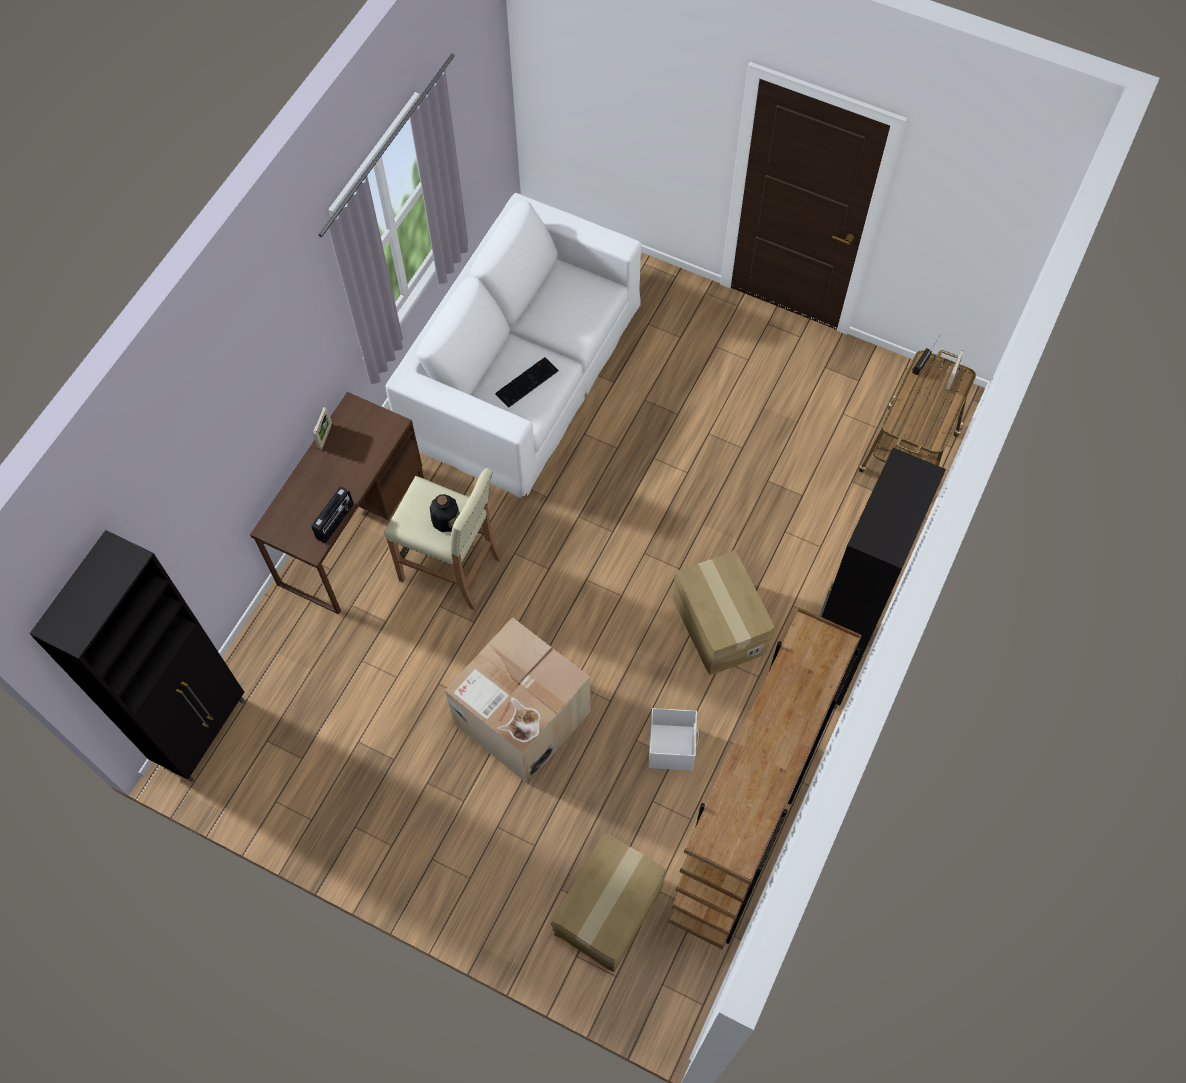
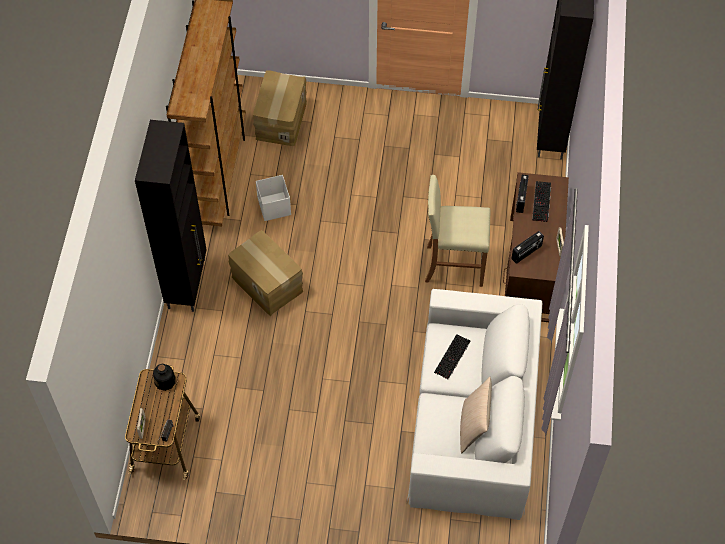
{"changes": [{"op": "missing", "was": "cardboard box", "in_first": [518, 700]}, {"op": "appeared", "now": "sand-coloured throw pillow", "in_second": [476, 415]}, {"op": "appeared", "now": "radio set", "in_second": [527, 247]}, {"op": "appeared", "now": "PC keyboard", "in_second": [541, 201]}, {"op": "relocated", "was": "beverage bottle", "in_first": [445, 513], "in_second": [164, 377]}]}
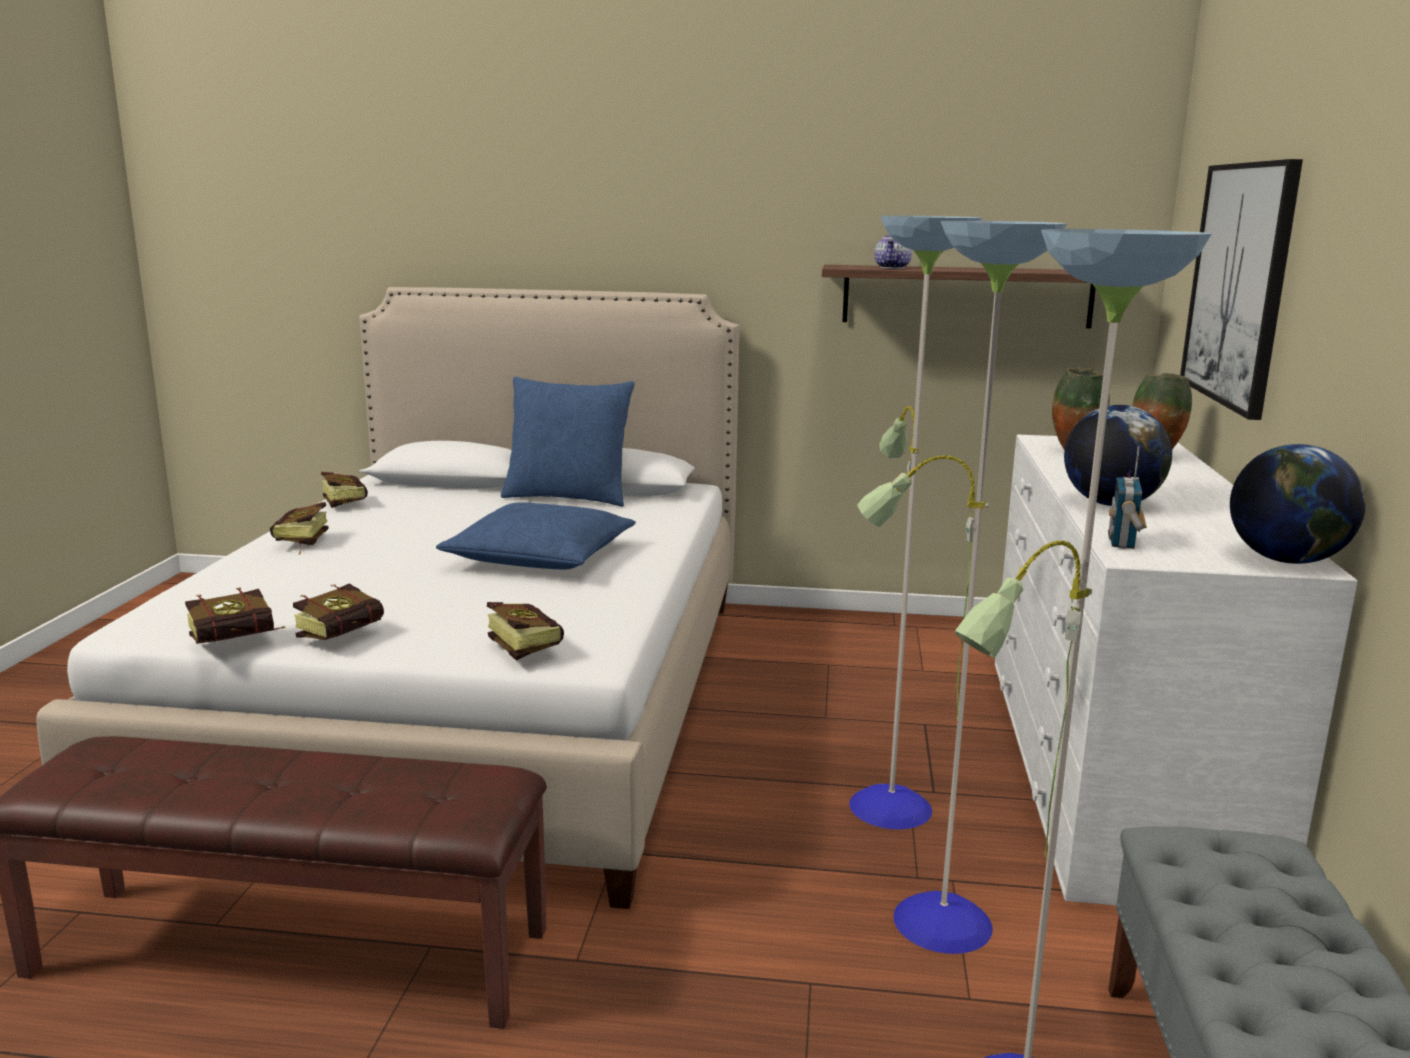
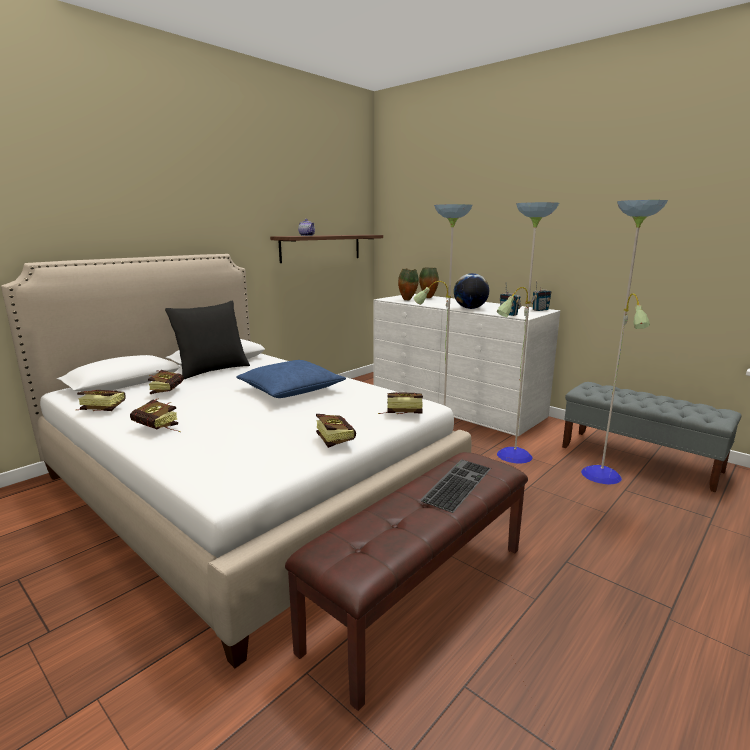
{"changes": [{"op": "missing", "was": "picture", "in_first": [1241, 289]}, {"op": "appeared", "now": "PC keyboard", "in_second": [455, 486]}, {"op": "relocated", "was": "book", "in_first": [235, 616], "in_second": [166, 382]}, {"op": "exchanged", "was": "world globe", "now": "radio set", "in_first": [1298, 504], "in_second": [540, 296]}, {"op": "colour", "was": "blue throw pillow", "now": "black throw pillow", "in_first": [568, 442], "in_second": [207, 339]}]}
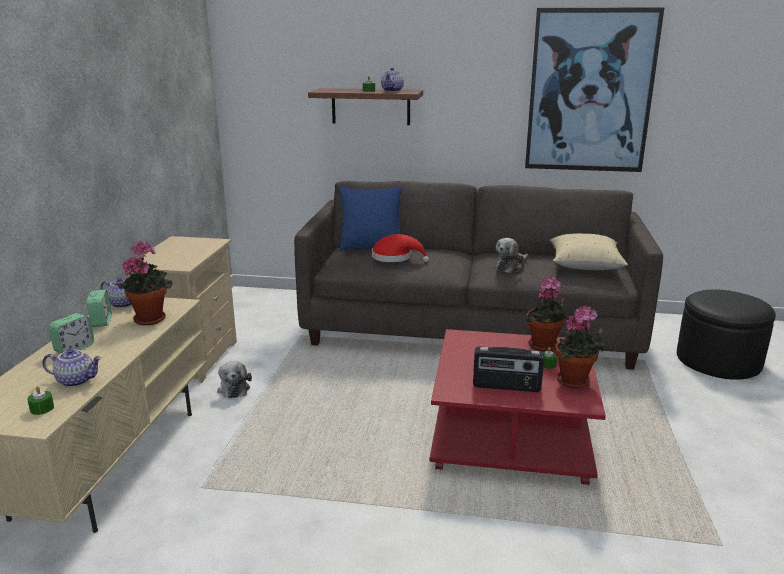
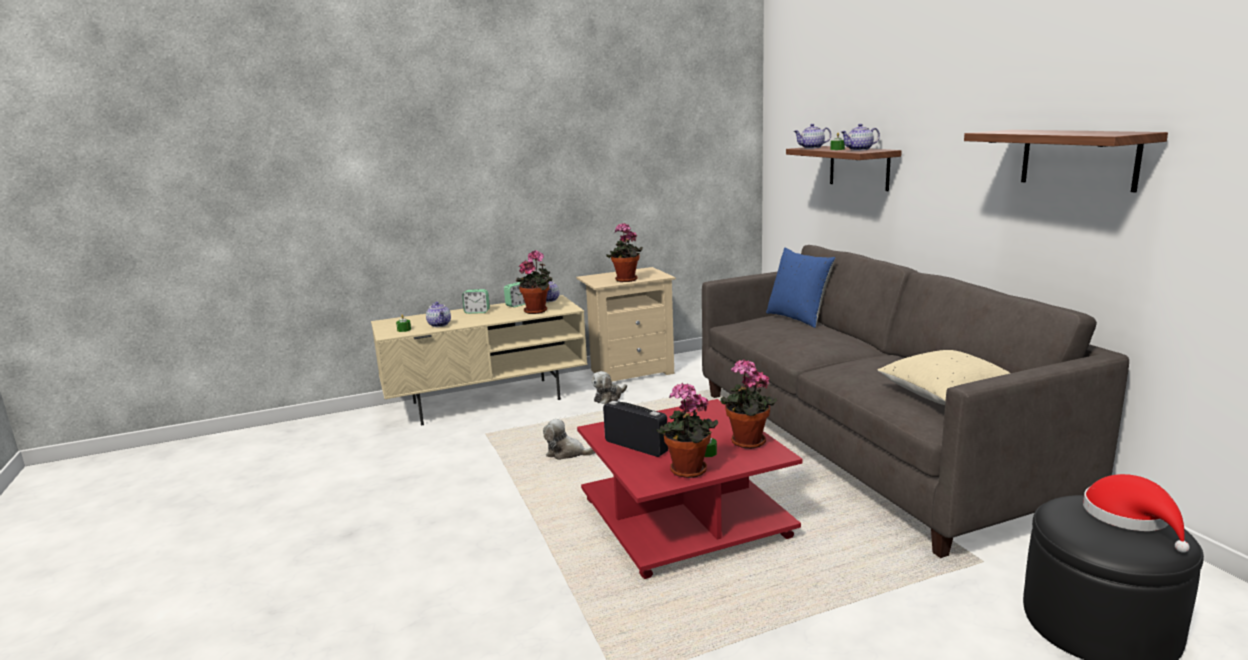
{"changes": [{"op": "appeared", "now": "plant in a pot", "in_second": [625, 252]}, {"op": "appeared", "now": "tea pot", "in_second": [812, 136]}, {"op": "relocated", "was": "red hat", "in_first": [400, 248], "in_second": [1136, 513]}, {"op": "relocated", "was": "soft toy", "in_first": [512, 255], "in_second": [569, 439]}, {"op": "exchanged", "was": "picture", "now": "bracket shelf", "in_first": [595, 89], "in_second": [1066, 161]}, {"op": "spun", "was": "radio set", "in_first": [508, 369], "in_second": [635, 428], "clockwise": 150}]}
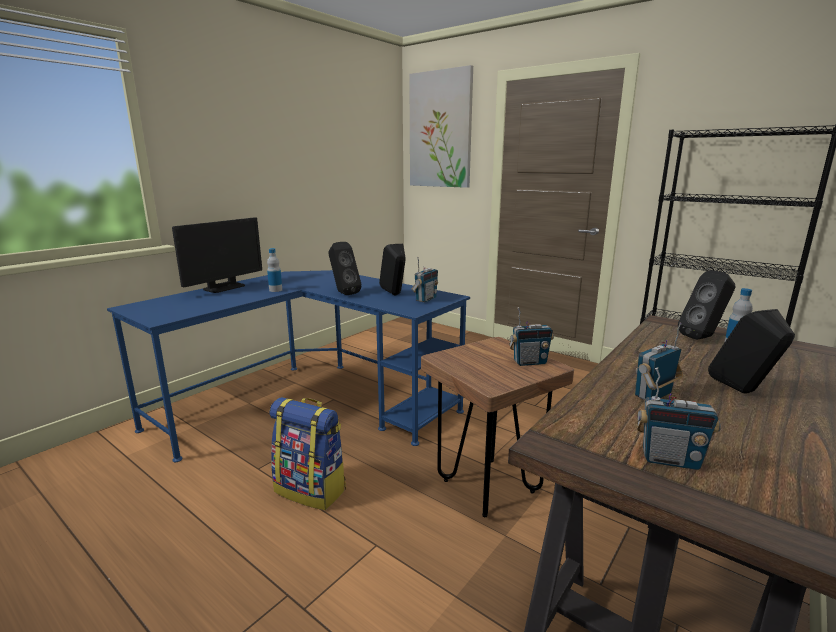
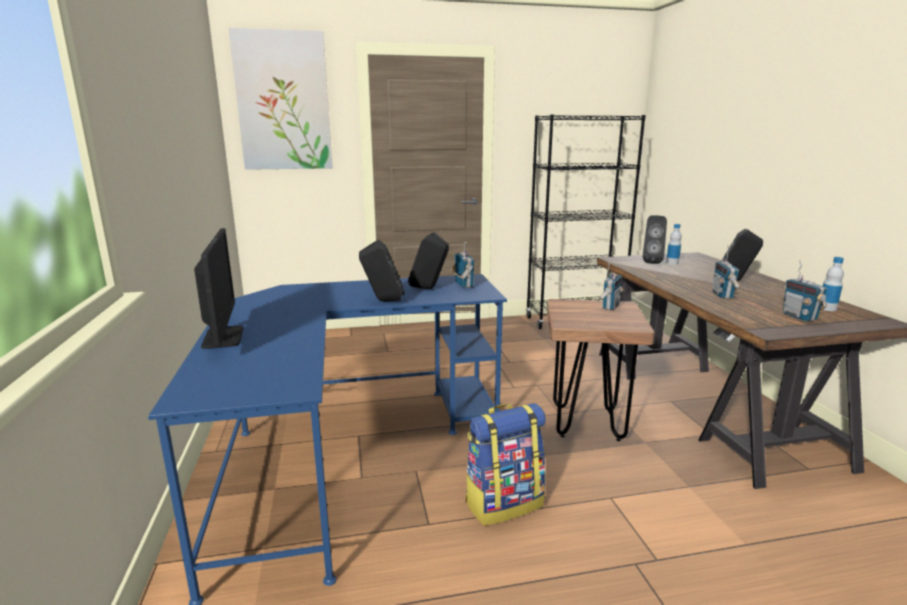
{"changes": [{"op": "relocated", "was": "beverage bottle", "in_first": [274, 270], "in_second": [833, 284]}, {"op": "spun", "was": "radio set", "in_first": [679, 418], "in_second": [805, 291], "clockwise": 105}]}
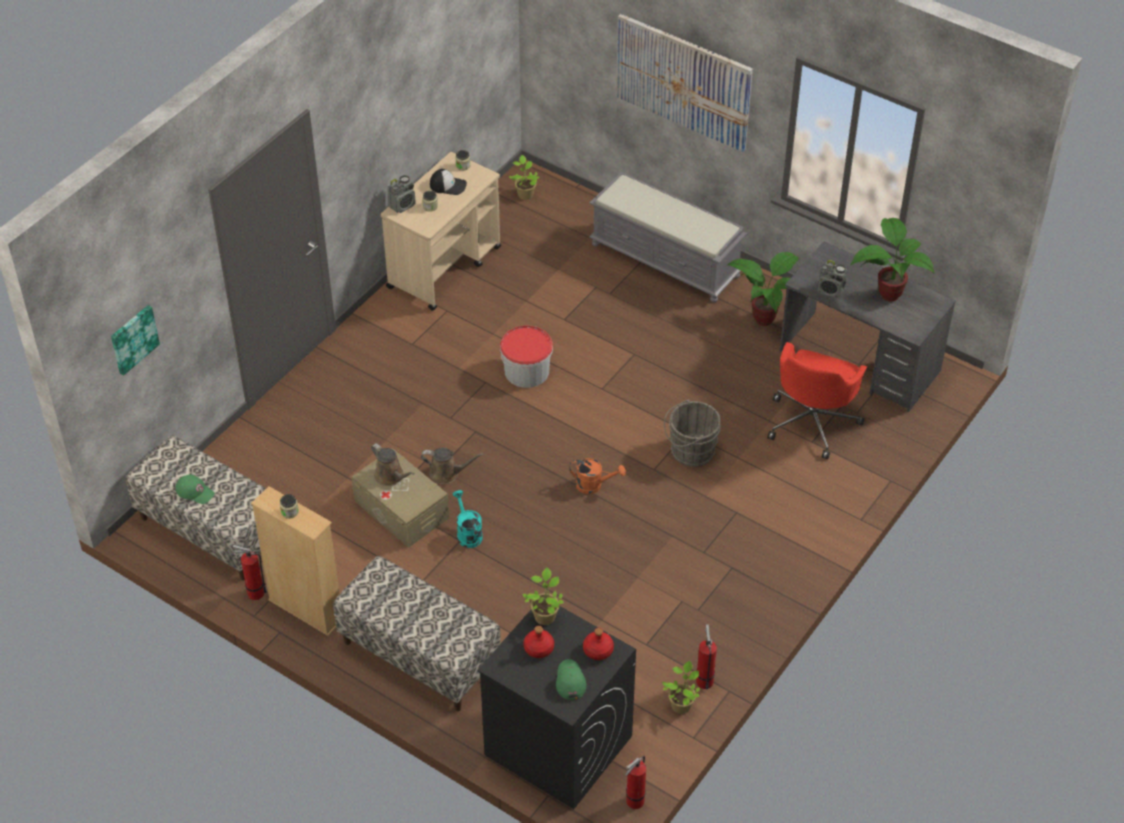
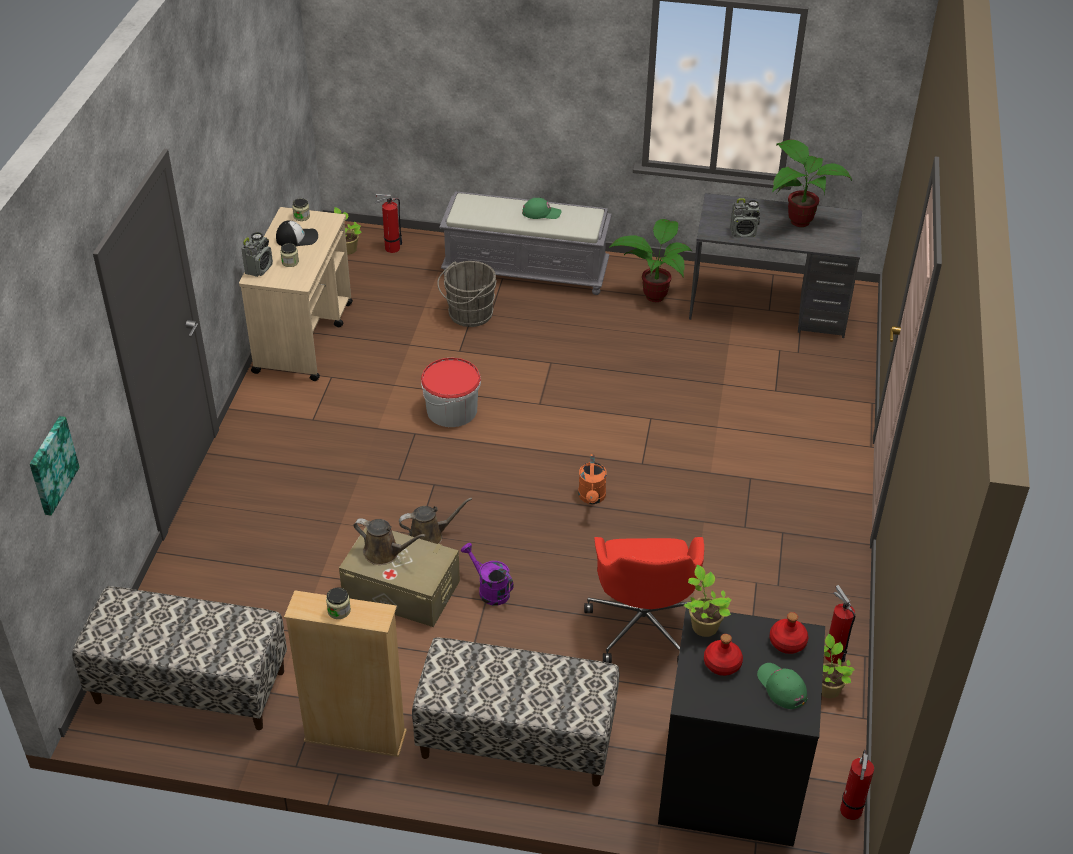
{"changes": [{"op": "missing", "was": "picture", "in_first": [684, 83]}, {"op": "relocated", "was": "green cap", "in_first": [195, 489], "in_second": [542, 208]}, {"op": "relocated", "was": "fire-fighting cylinder", "in_first": [249, 572], "in_second": [388, 223]}, {"op": "relocated", "was": "greyish pail", "in_first": [692, 433], "in_second": [466, 294]}, {"op": "relocated", "was": "red office chair", "in_first": [817, 401], "in_second": [644, 600]}, {"op": "colour", "was": "turquoise watering can", "now": "purplish watering can", "in_first": [467, 519], "in_second": [487, 574]}, {"op": "spun", "was": "orange-coloured watering can", "in_first": [597, 476], "in_second": [592, 479], "clockwise": 105}]}
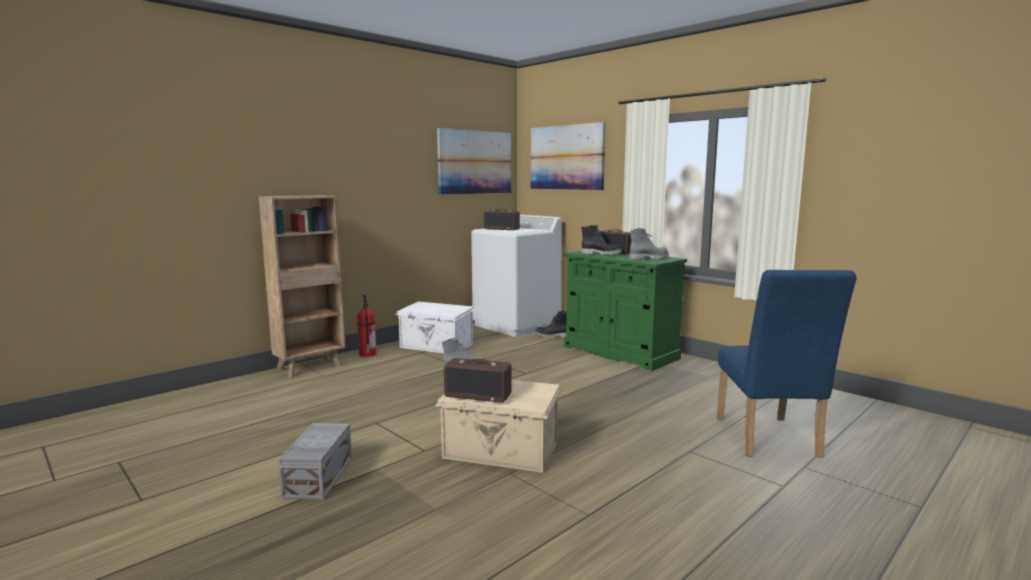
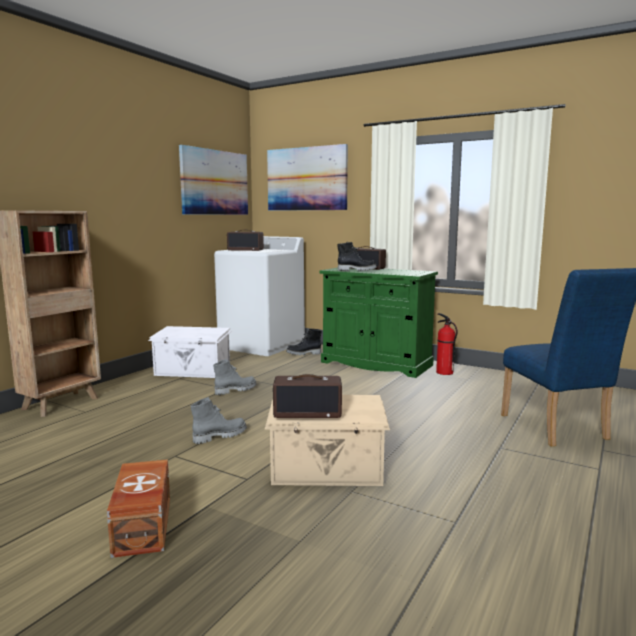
{"changes": [{"op": "relocated", "was": "fire-fighting cylinder", "in_first": [366, 326], "in_second": [446, 344]}, {"op": "relocated", "was": "greyish tall boot", "in_first": [648, 244], "in_second": [219, 420]}, {"op": "colour", "was": "greyish storage box", "now": "brown-coloured storage box", "in_first": [315, 461], "in_second": [138, 508]}]}
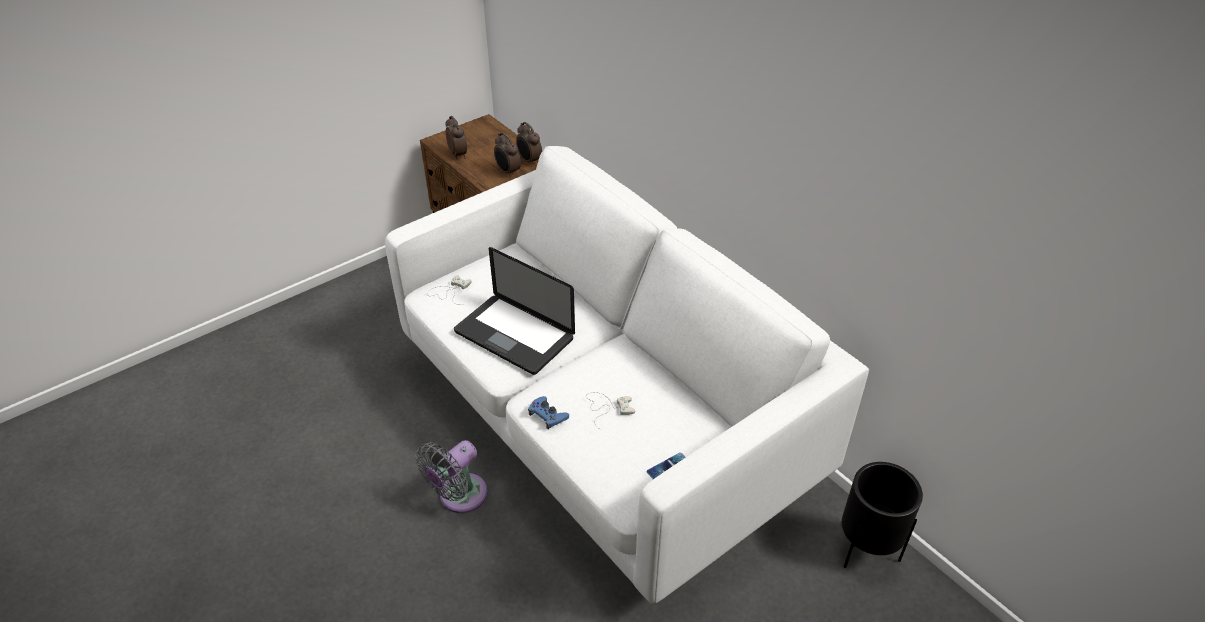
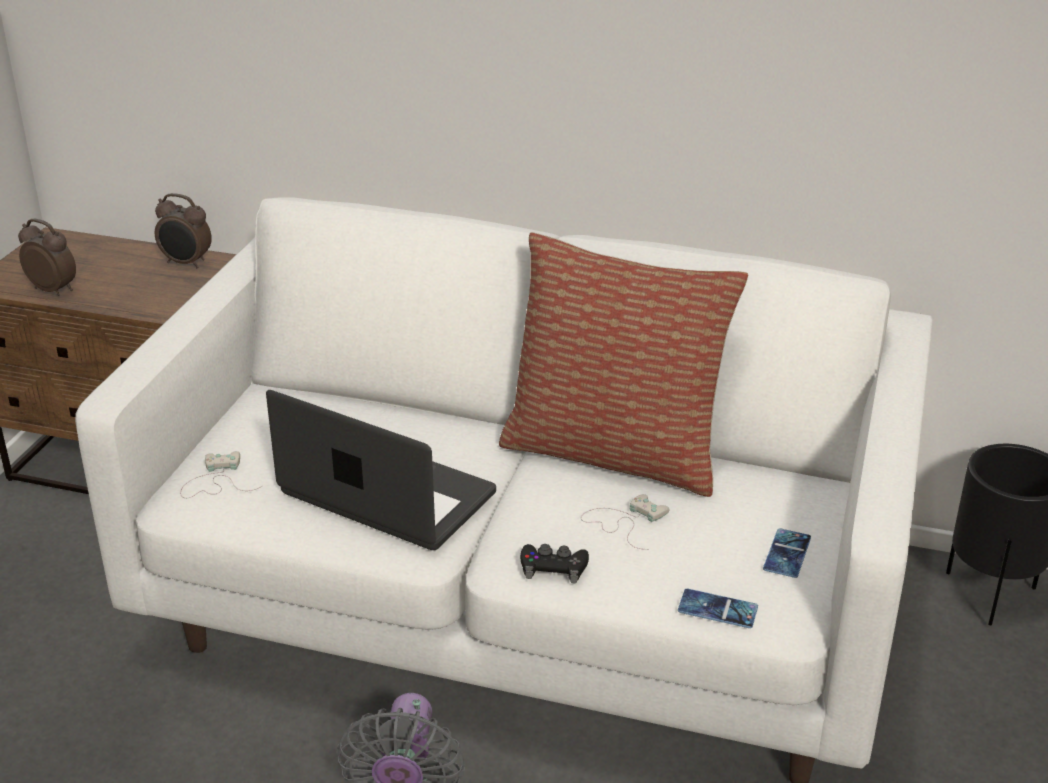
{"changes": [{"op": "missing", "was": "bedside clock", "in_first": [507, 154]}, {"op": "appeared", "now": "throw pillow", "in_second": [623, 365]}, {"op": "appeared", "now": "phone", "in_second": [718, 608]}, {"op": "colour", "was": "blue joypad", "now": "black joypad", "in_first": [548, 412], "in_second": [554, 564]}, {"op": "spun", "was": "laptop", "in_first": [514, 311], "in_second": [381, 470], "clockwise": -150}]}
